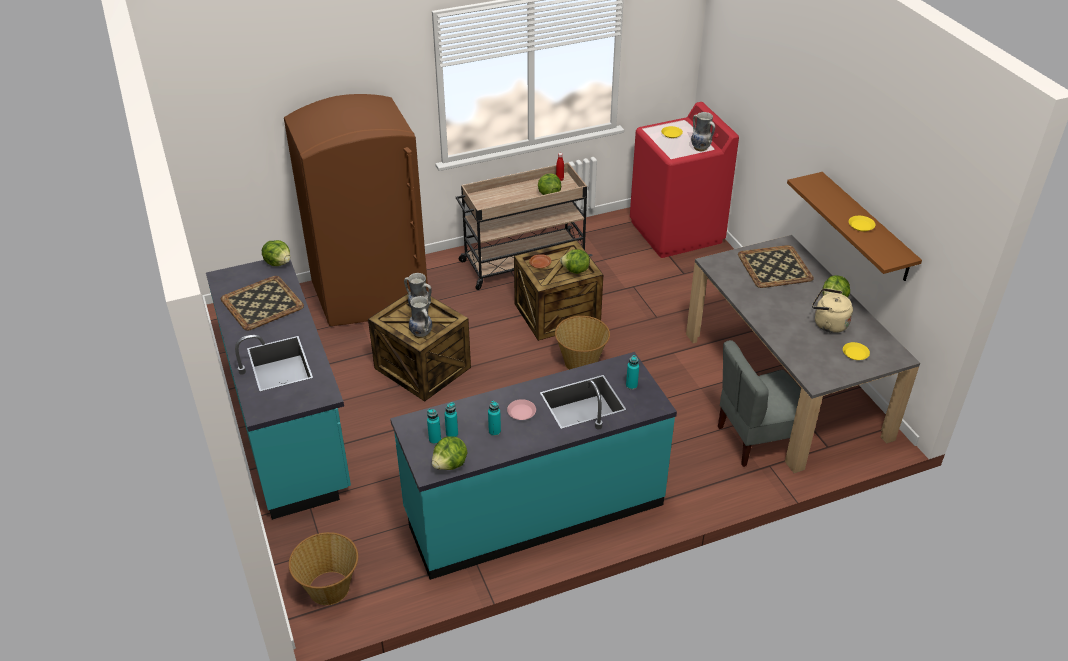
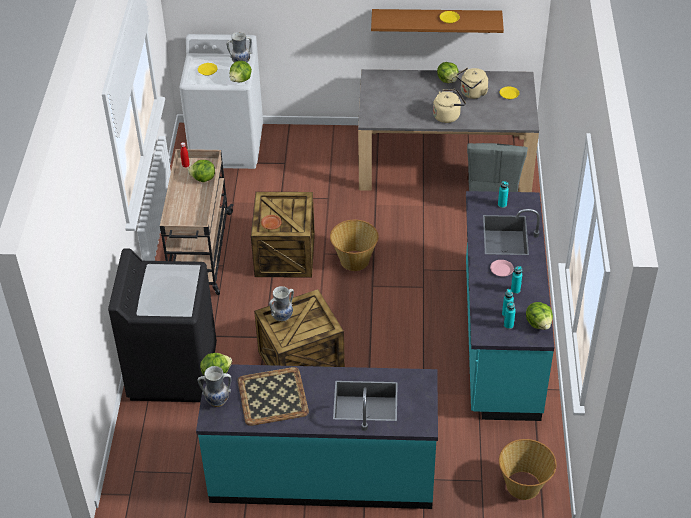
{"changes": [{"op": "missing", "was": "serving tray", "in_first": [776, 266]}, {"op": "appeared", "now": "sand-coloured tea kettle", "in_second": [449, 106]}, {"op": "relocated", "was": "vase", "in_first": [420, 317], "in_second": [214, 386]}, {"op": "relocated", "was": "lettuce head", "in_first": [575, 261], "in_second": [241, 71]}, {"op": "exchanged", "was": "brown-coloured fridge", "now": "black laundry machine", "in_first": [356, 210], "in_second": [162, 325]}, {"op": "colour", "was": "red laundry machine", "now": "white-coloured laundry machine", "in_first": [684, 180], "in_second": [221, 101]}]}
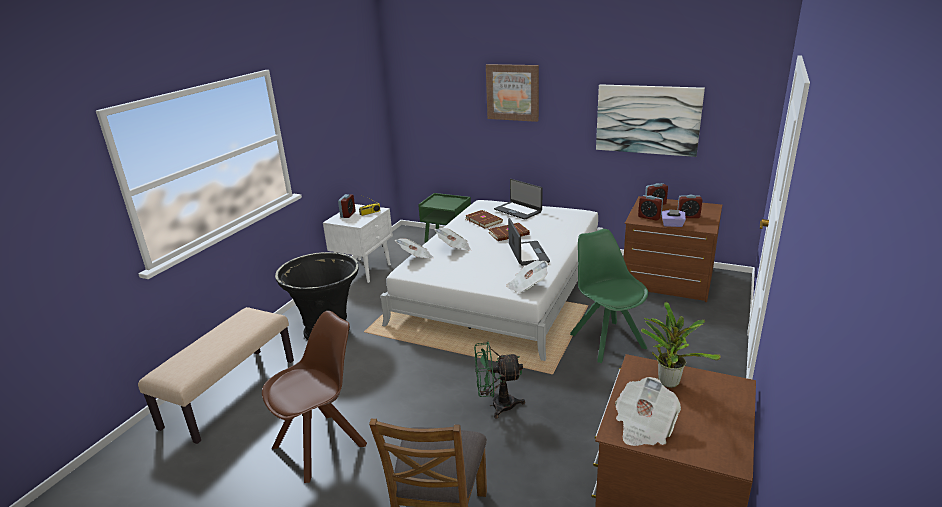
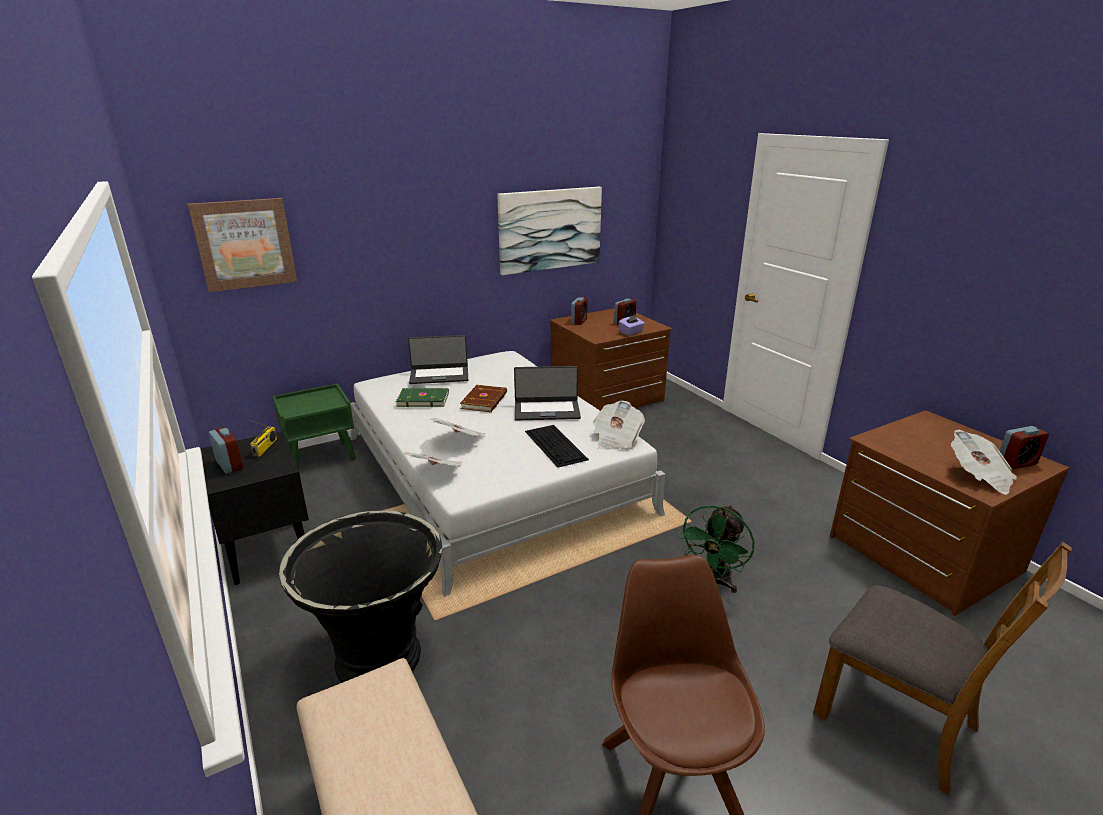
{"changes": [{"op": "missing", "was": "green chair", "in_first": [609, 296]}, {"op": "missing", "was": "plant in a pot", "in_first": [681, 345]}, {"op": "appeared", "now": "PC keyboard", "in_second": [557, 446]}, {"op": "relocated", "was": "picture", "in_first": [512, 93], "in_second": [242, 245]}, {"op": "relocated", "was": "bedside clock", "in_first": [650, 208], "in_second": [1024, 448]}, {"op": "colour", "was": "white-coloured night table", "now": "black night table", "in_first": [358, 243], "in_second": [255, 508]}, {"op": "colour", "was": "brown-coloured book", "now": "green book", "in_first": [484, 219], "in_second": [422, 397]}, {"op": "spun", "was": "laptop", "in_first": [529, 242], "in_second": [547, 393], "clockwise": 150}]}
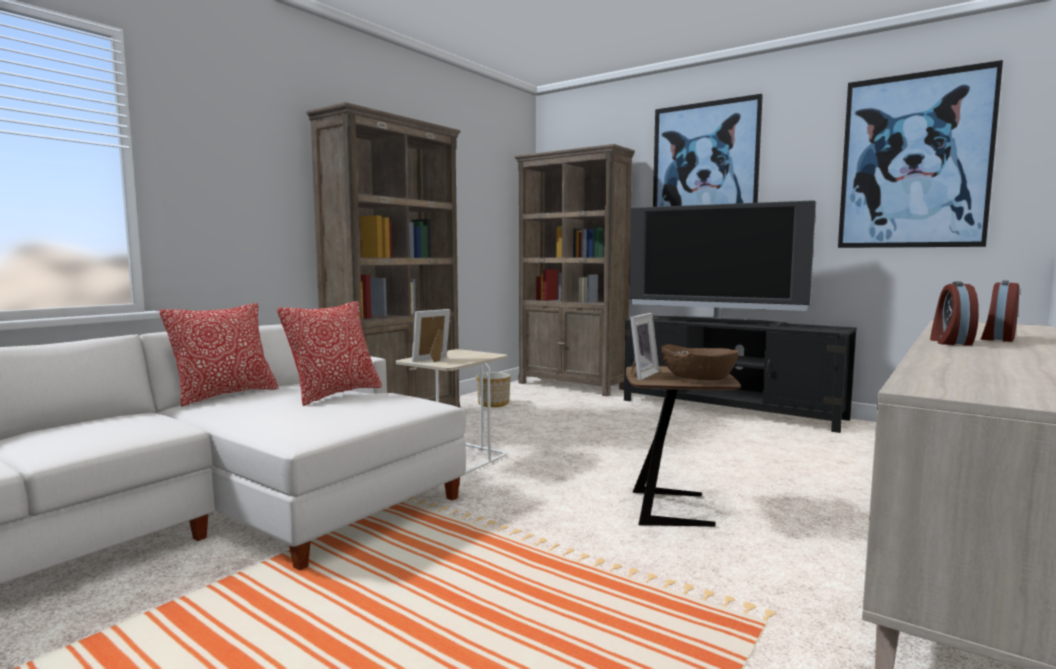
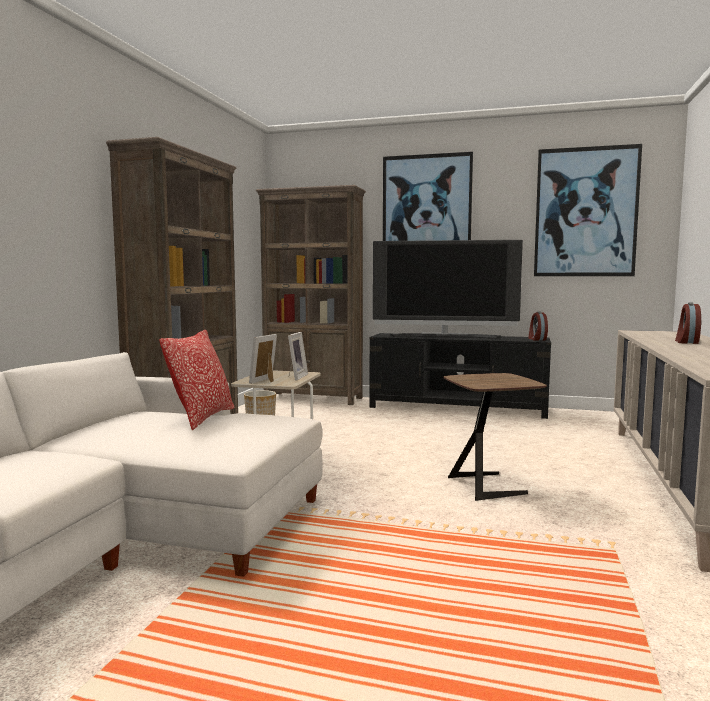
{"changes": [{"op": "missing", "was": "throw pillow", "in_first": [219, 355]}, {"op": "missing", "was": "brown-coloured bowl", "in_first": [700, 362]}, {"op": "relocated", "was": "standing frame", "in_first": [644, 346], "in_second": [298, 356]}, {"op": "relocated", "was": "bedside clock", "in_first": [954, 314], "in_second": [538, 326]}]}
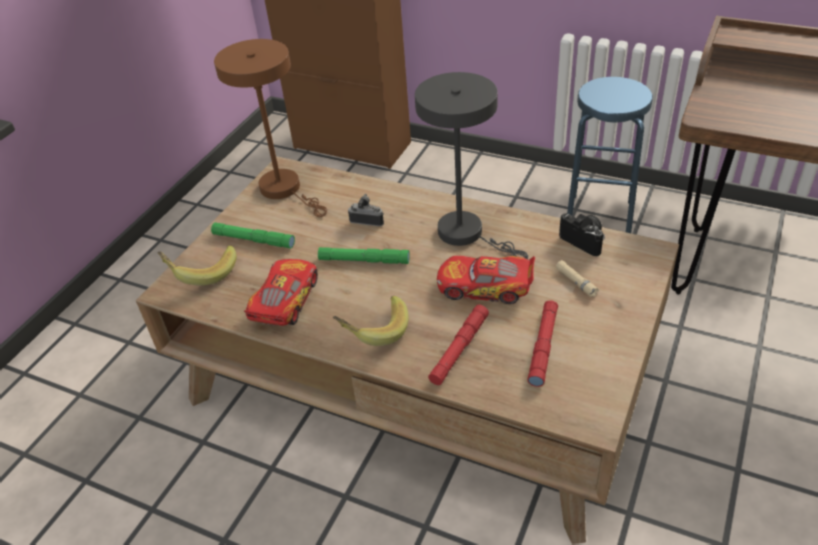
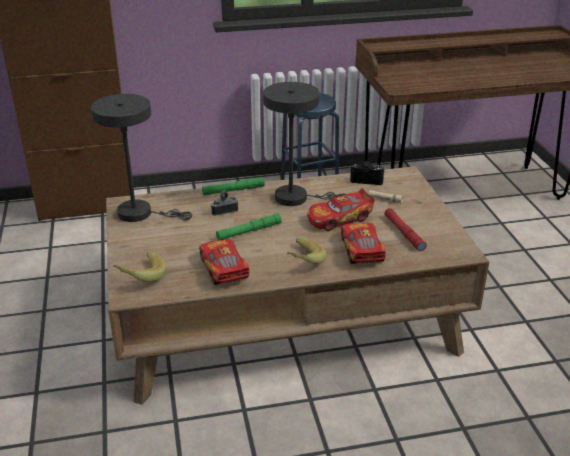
{"changes": [{"op": "relocated", "was": "green flashlight", "in_first": [253, 235], "in_second": [233, 186]}, {"op": "exchanged", "was": "red flashlight", "now": "miniature car", "in_first": [458, 345], "in_second": [363, 243]}, {"op": "colour", "was": "brown-coloured tabletop lamp", "now": "greyish tabletop lamp", "in_first": [270, 128], "in_second": [141, 158]}]}
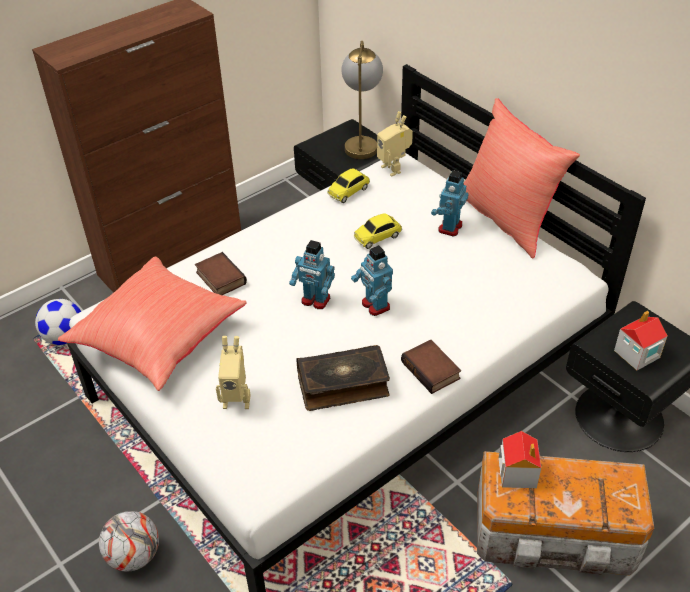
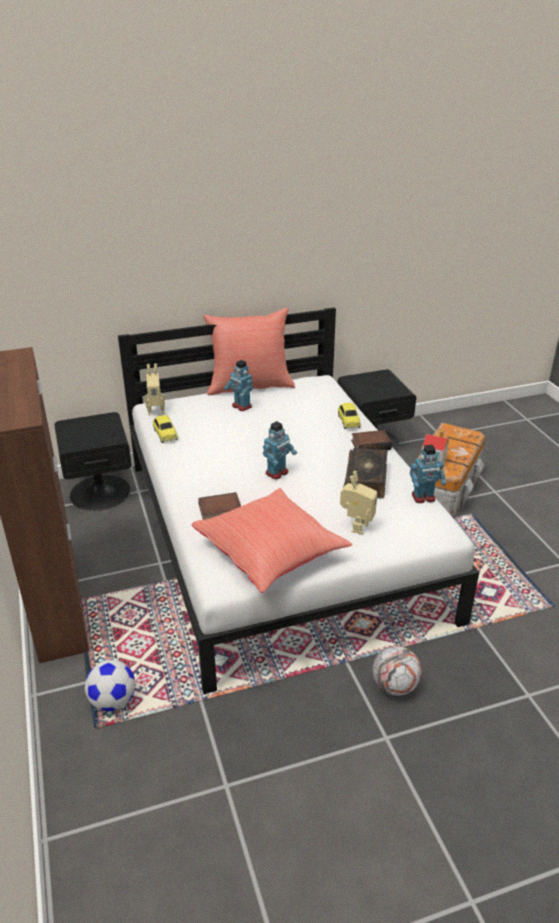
{"changes": [{"op": "missing", "was": "tabletop lamp", "in_first": [362, 100]}, {"op": "missing", "was": "toy house", "in_first": [640, 340]}, {"op": "relocated", "was": "toy robot", "in_first": [372, 280], "in_second": [428, 474]}, {"op": "relocated", "was": "miniature car", "in_first": [378, 231], "in_second": [349, 416]}]}
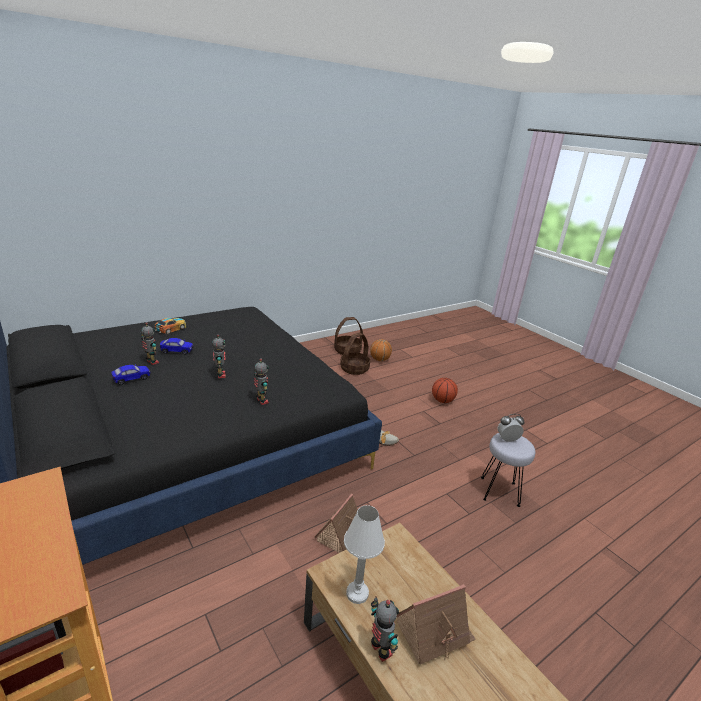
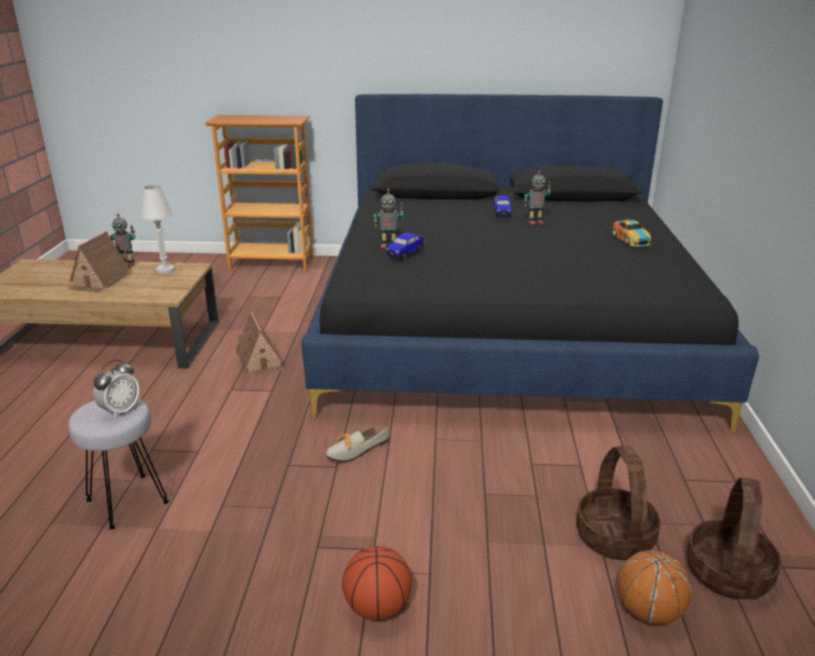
{"changes": [{"op": "missing", "was": "toy robot", "in_first": [219, 356]}, {"op": "relocated", "was": "miniature car", "in_first": [177, 346], "in_second": [404, 246]}]}
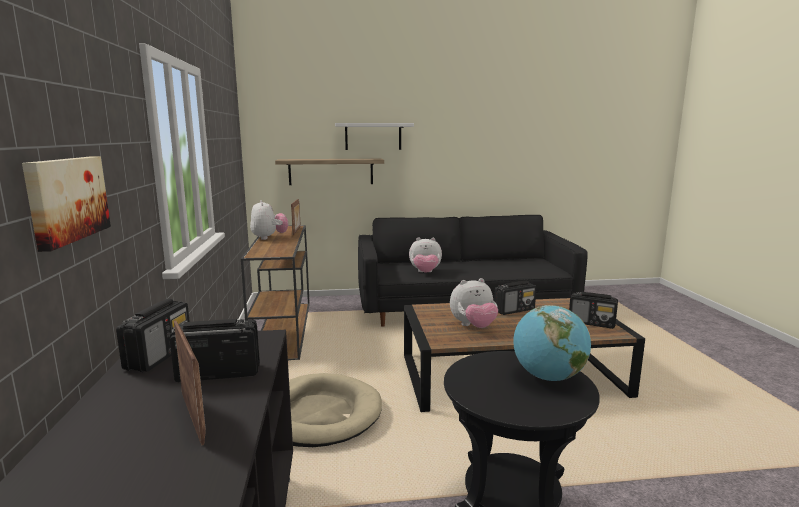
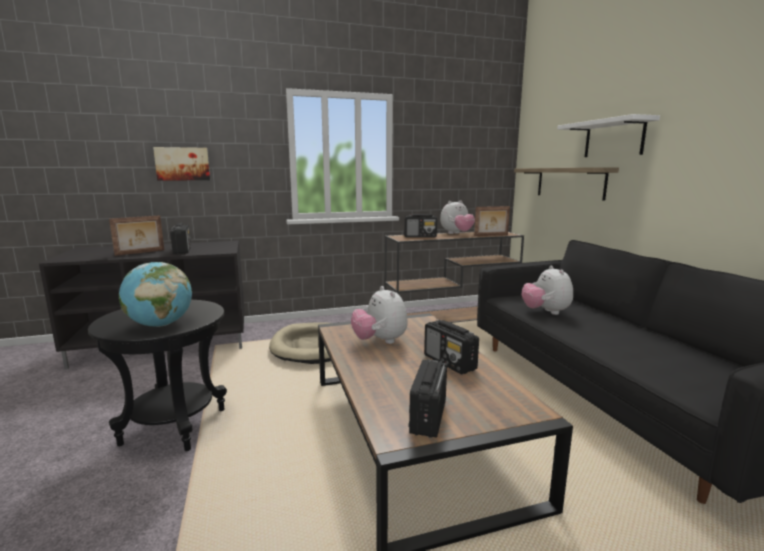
{"changes": [{"op": "relocated", "was": "radio set", "in_first": [153, 335], "in_second": [420, 226]}]}
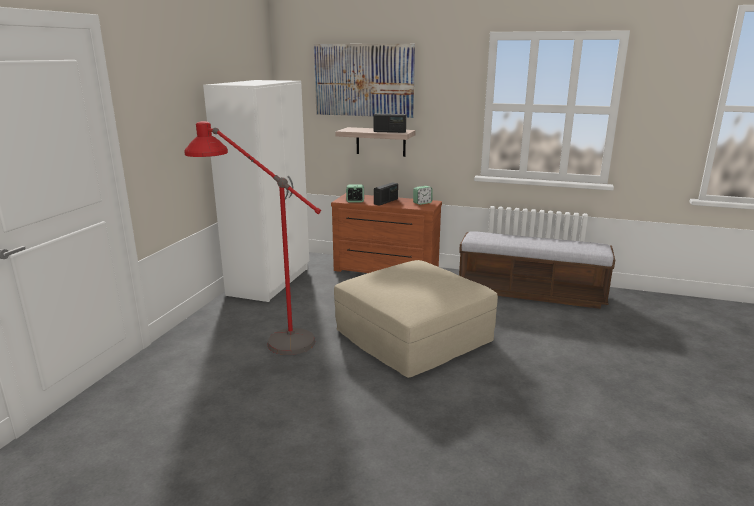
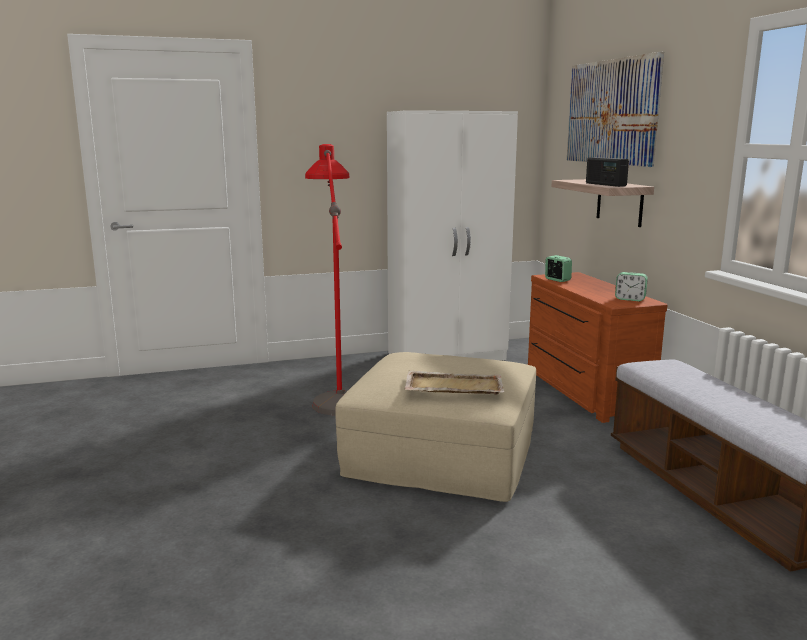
{"changes": [{"op": "missing", "was": "radio set", "in_first": [386, 194]}, {"op": "appeared", "now": "sand-coloured serving tray", "in_second": [454, 382]}]}
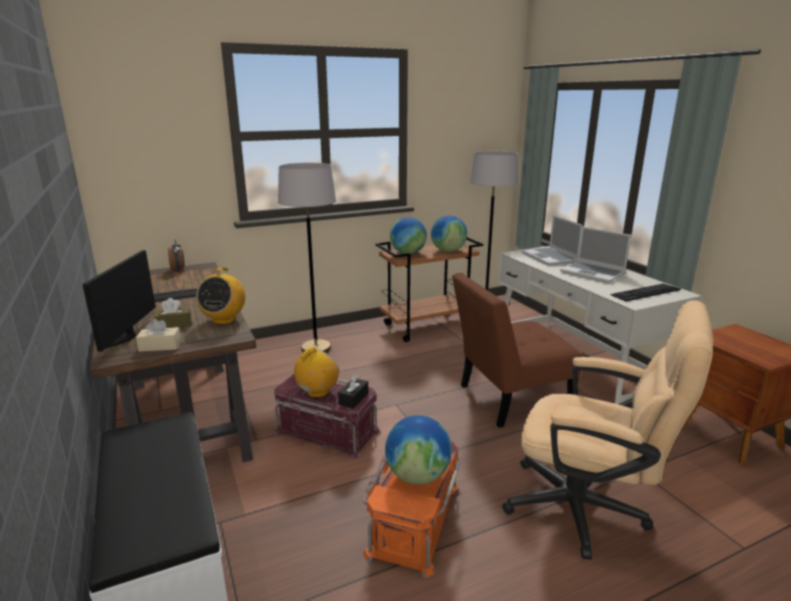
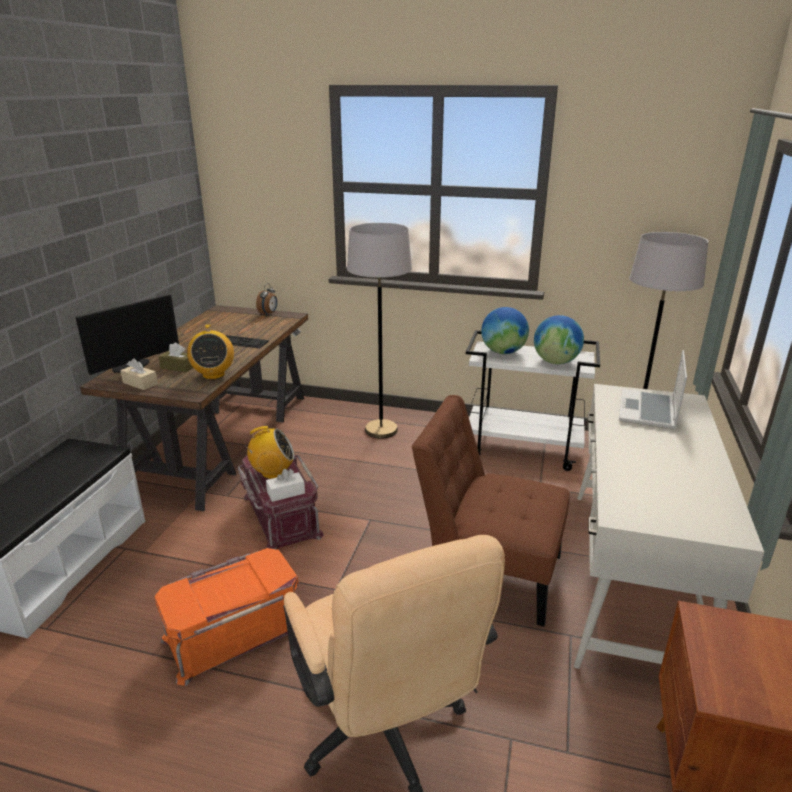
{"changes": [{"op": "missing", "was": "world globe", "in_first": [418, 450]}, {"op": "missing", "was": "laptop", "in_first": [595, 254]}, {"op": "missing", "was": "PC keyboard", "in_first": [645, 292]}, {"op": "colour", "was": "black tissue holder", "now": "white-coloured tissue holder", "in_first": [353, 391], "in_second": [285, 485]}, {"op": "colour", "was": "brown-coloured wheeled cart", "now": "white-coloured wheeled cart", "in_first": [429, 289], "in_second": [533, 400]}, {"op": "spun", "was": "radio set", "in_first": [220, 296], "in_second": [210, 352], "clockwise": -60}]}
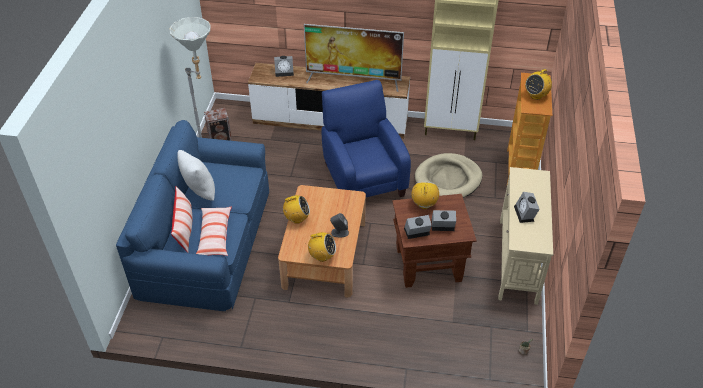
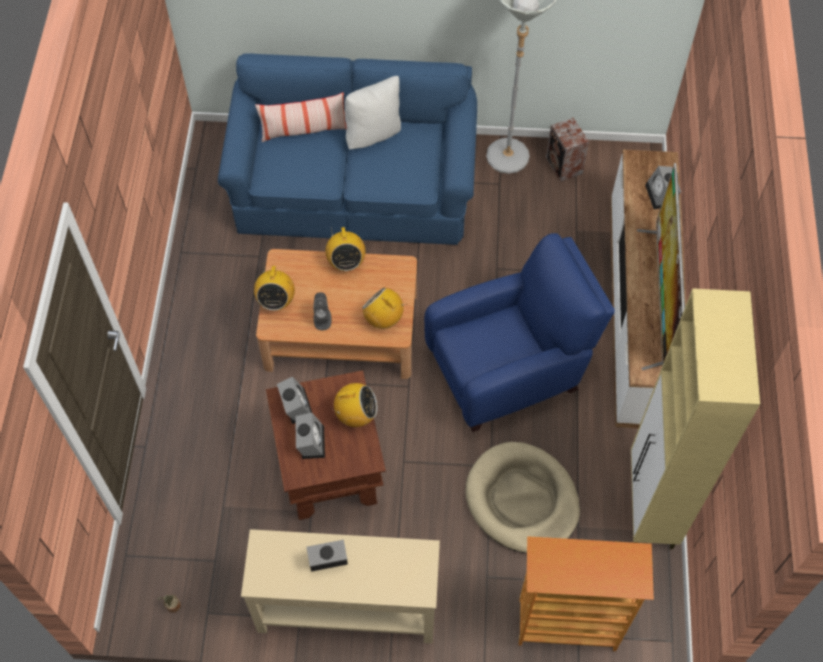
{"changes": [{"op": "missing", "was": "throw pillow", "in_first": [214, 231]}, {"op": "relocated", "was": "radio set", "in_first": [538, 84], "in_second": [384, 308]}]}
